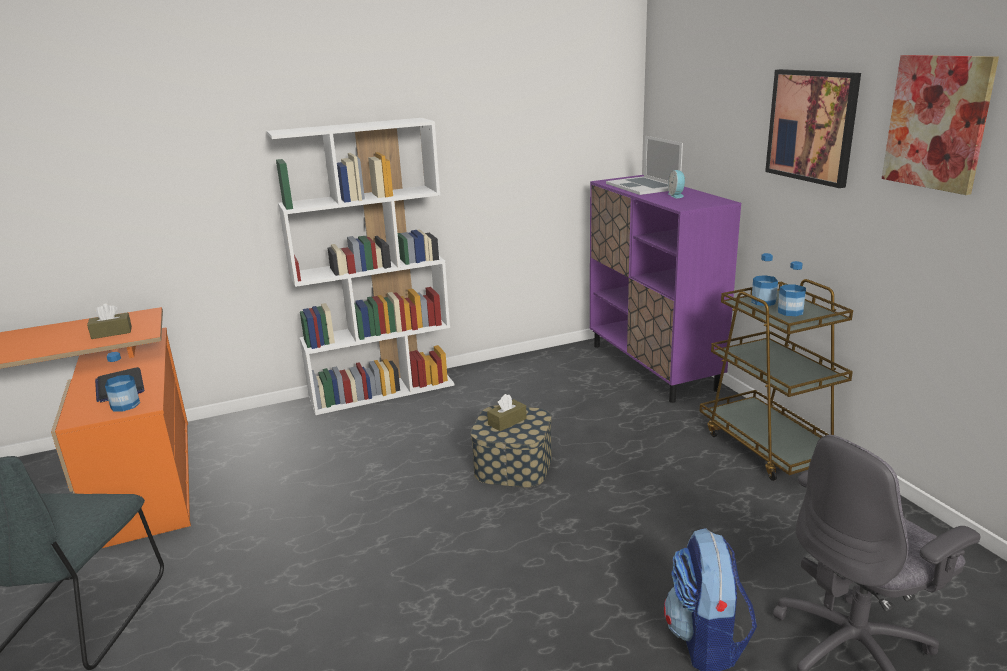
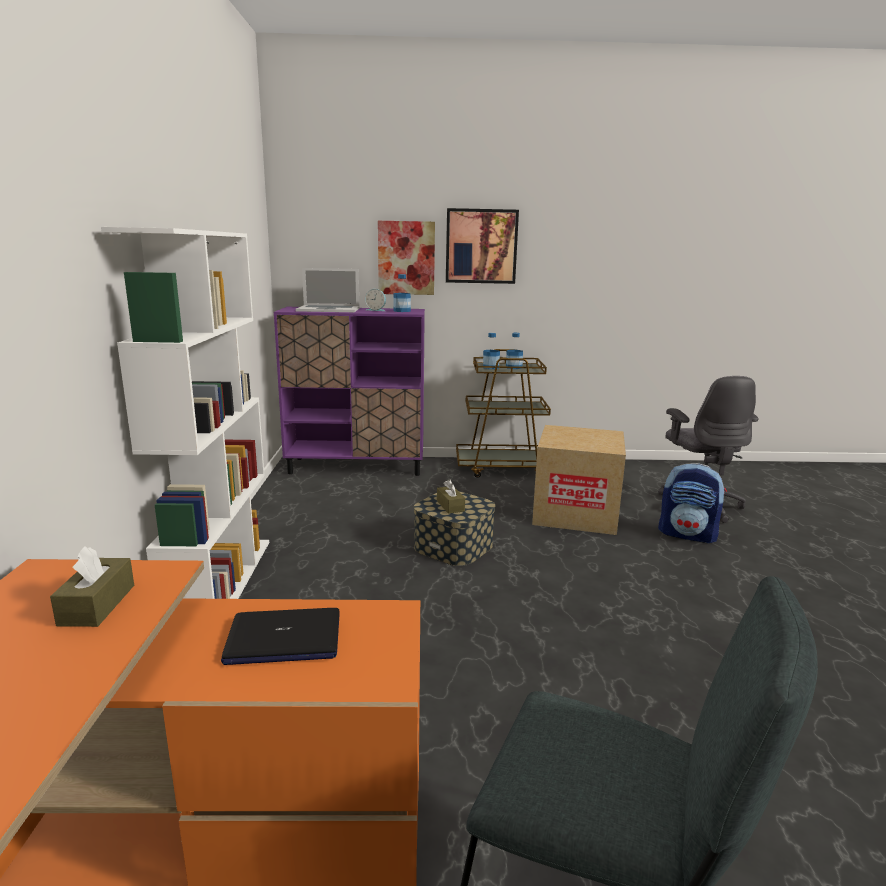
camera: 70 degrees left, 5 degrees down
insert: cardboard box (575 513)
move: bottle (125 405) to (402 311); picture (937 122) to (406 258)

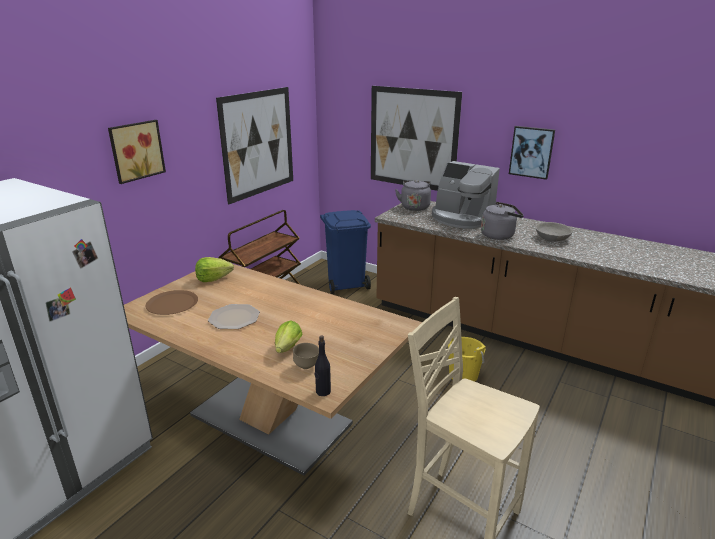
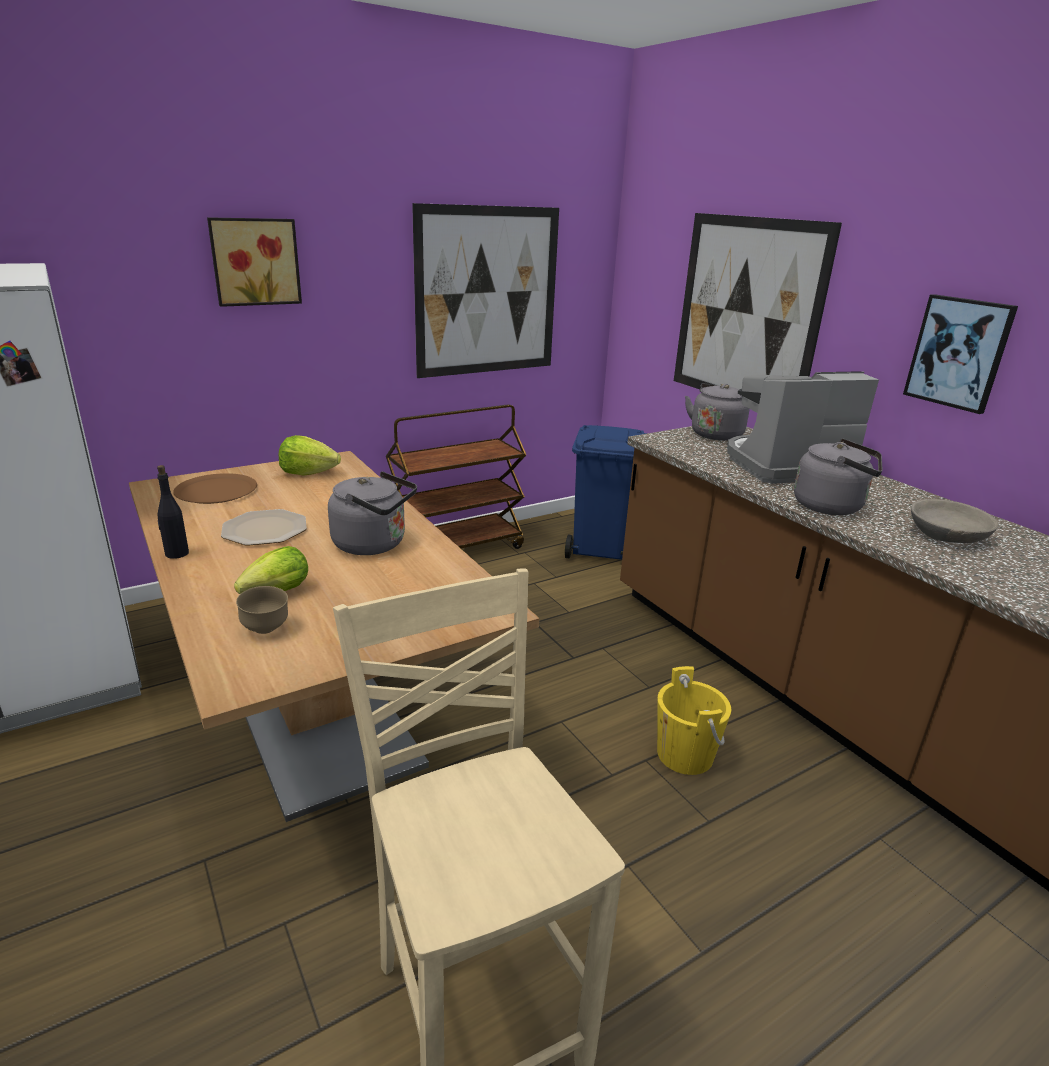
camera: 25 degrees right, 0 degrees up
insert: grey kettle (374 544)
move: black bottle (323 391) to (176 554)
rotate: coffee machine (461 218) = (785 465) 105 degrees clockwise

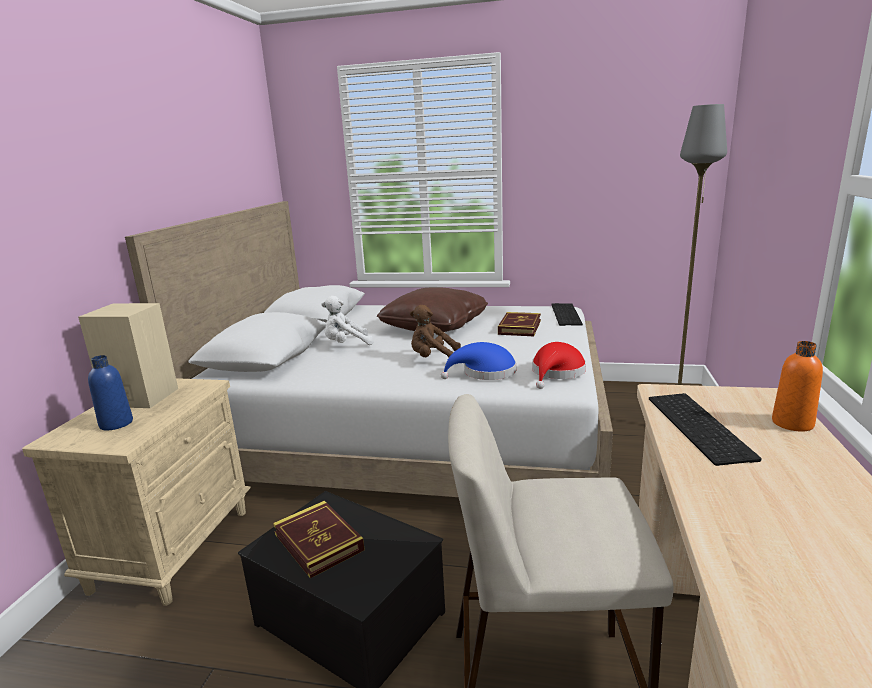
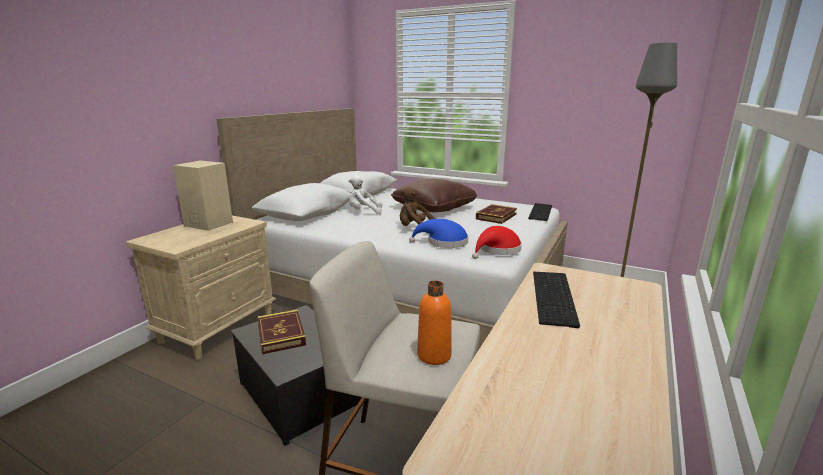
camera: 15 degrees right, 0 degrees up
delete: blue bottle (116 424)
move: orange bottle (792 423) to (434 355)

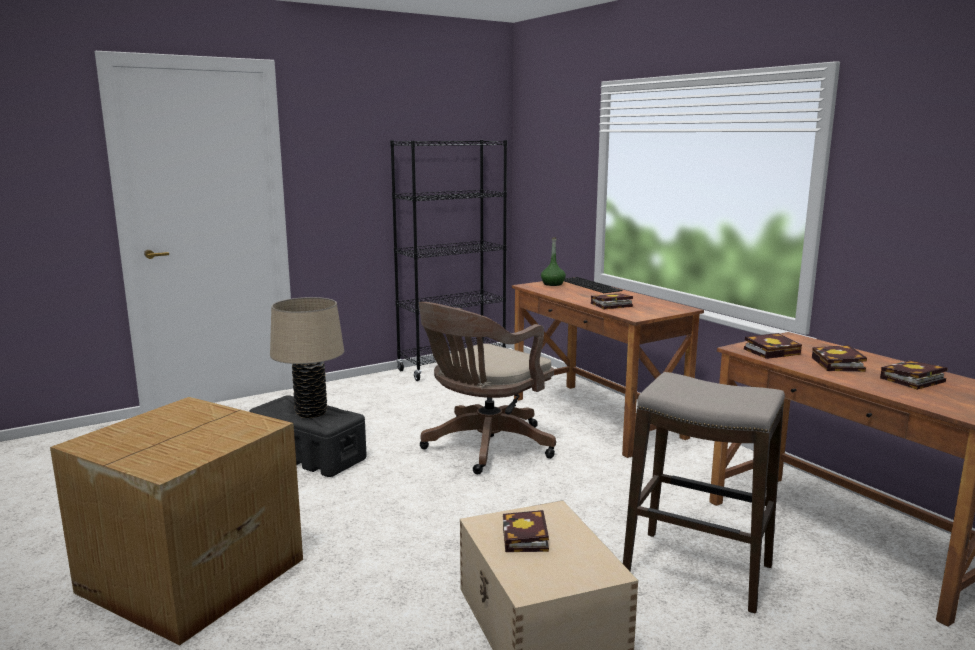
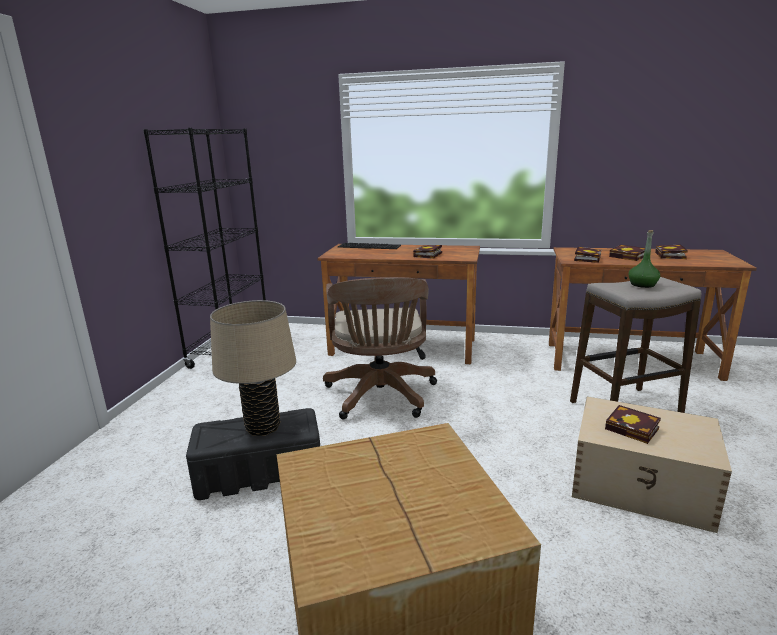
camera: 45 degrees left, 5 degrees up
move: green bottle (552 284) to (642 284)

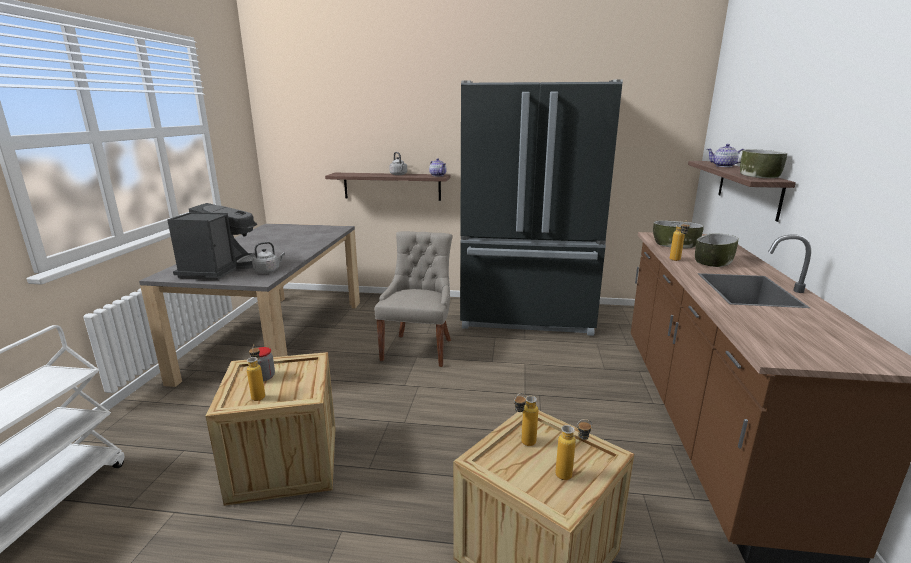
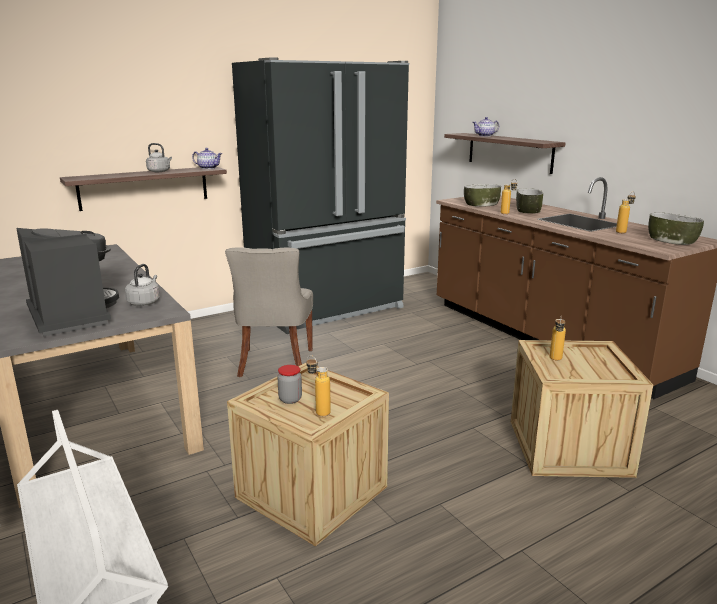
camera: 40 degrees left, 0 degrees up
move: bottle (570 475) to (623 232); bowl (759 176) to (672 240)
rotate: grey chair (418 349) = (274 363) 150 degrees counterclockwise

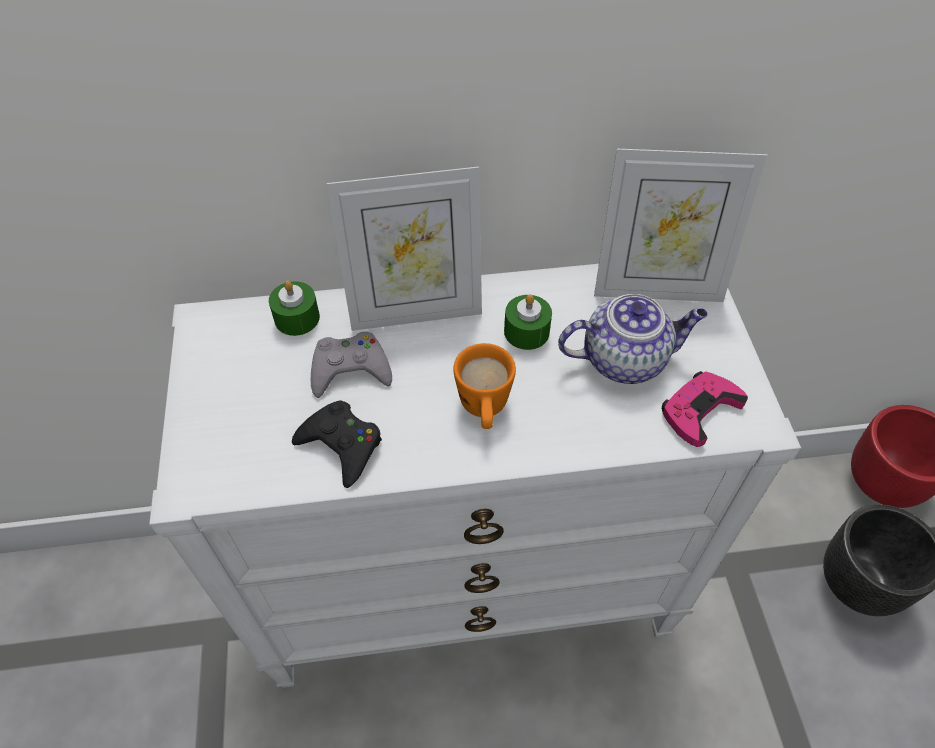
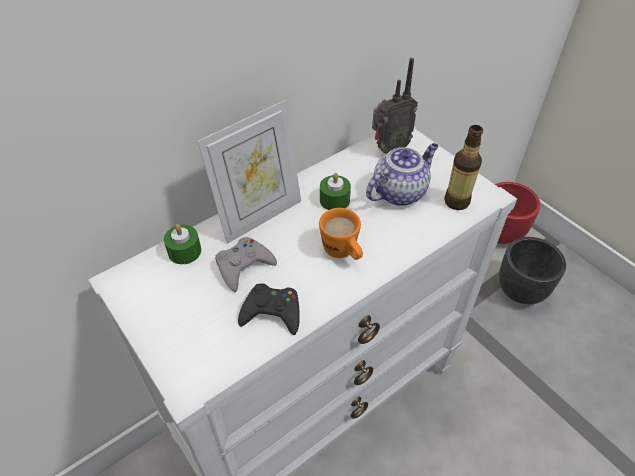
camera: 30 degrees left, 5 degrees down
replace: picture frame (657 289) to radio (388 149); pink game controller (699 410) to bottle (456 201)

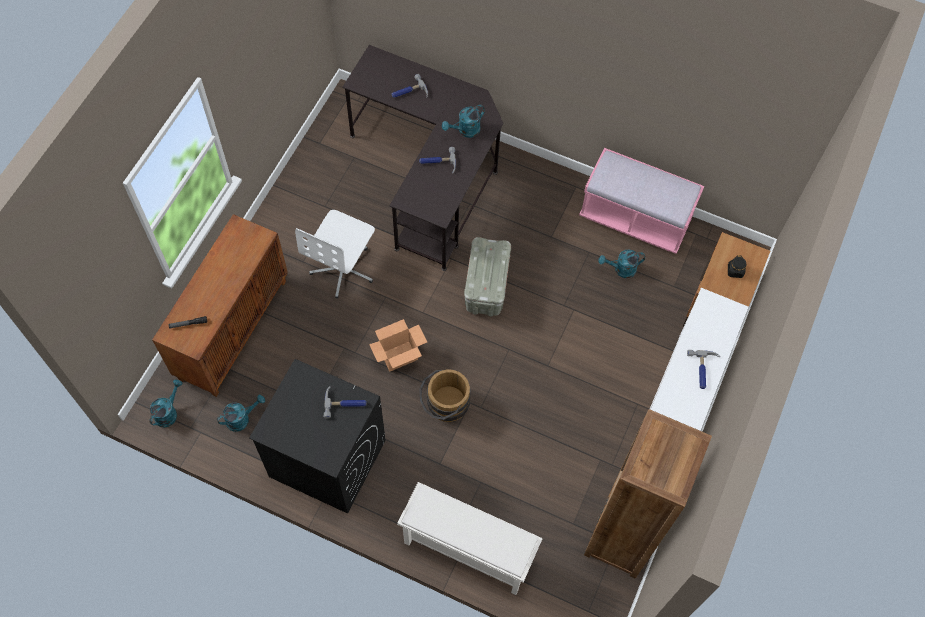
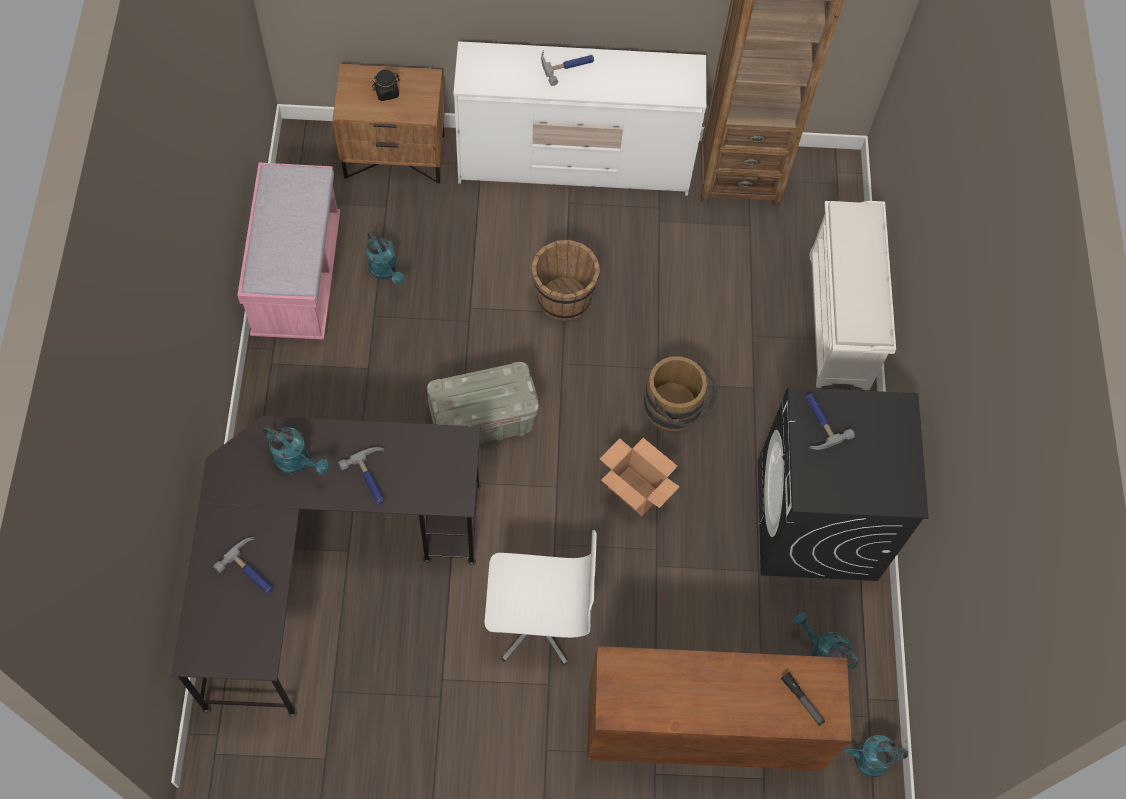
camera: 115 degrees left, 0 degrees up
insert: brown bucket (563 298)

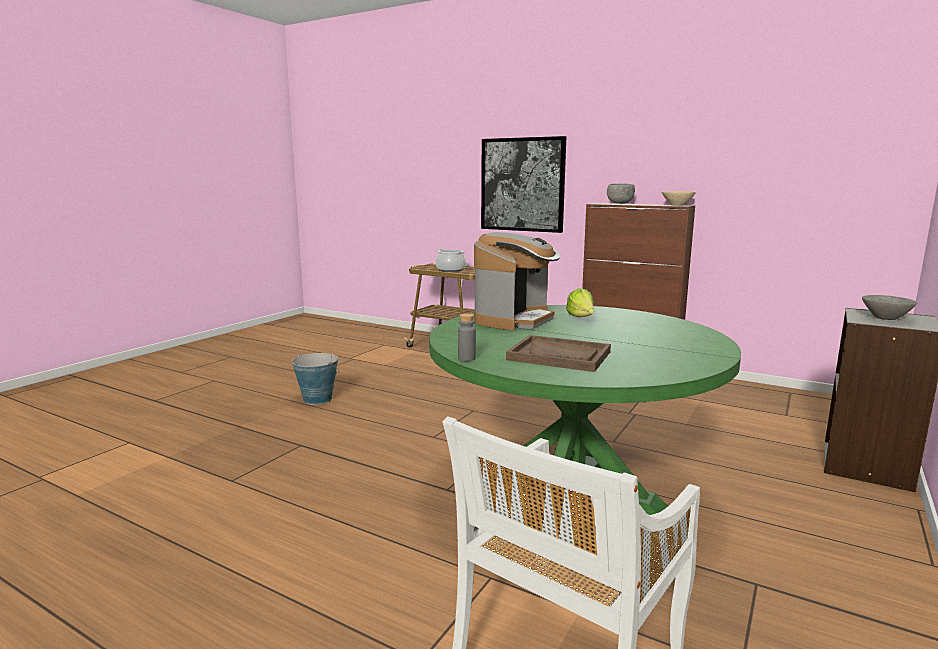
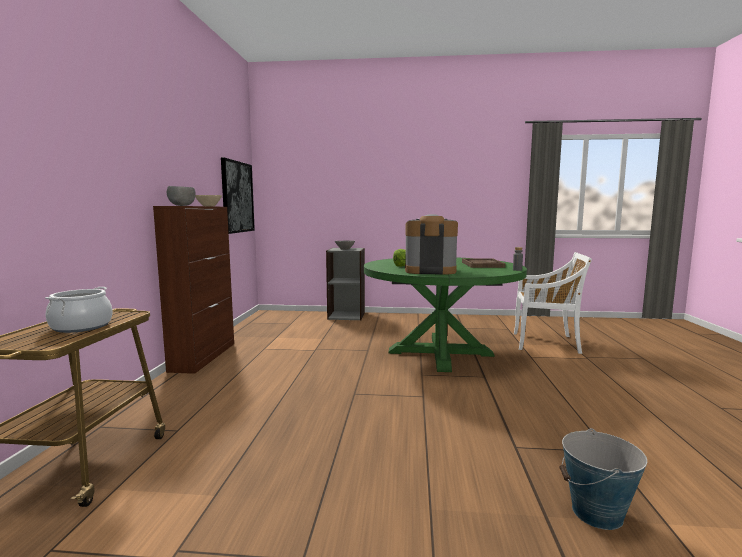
camera: 115 degrees left, 5 degrees down
move: bucket (317 399) to (597 513); picture (522 184) to (237 197)

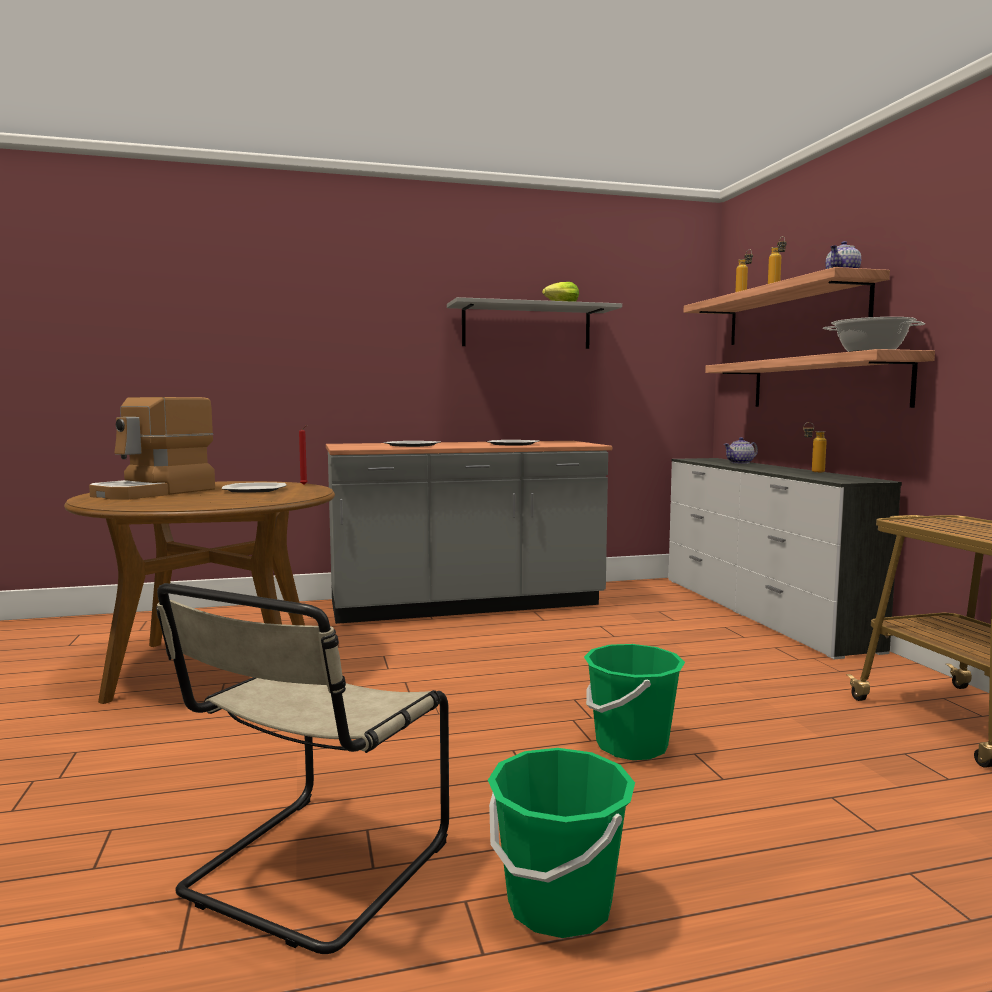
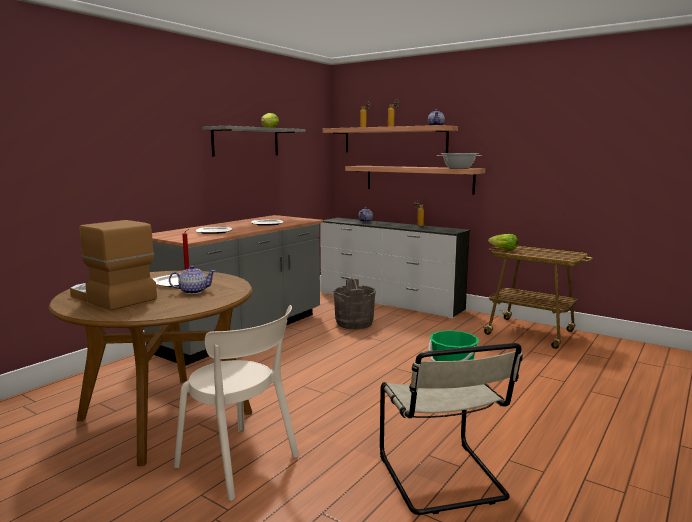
camera: 40 degrees left, 5 degrees up
delete: green bucket (559 905)
insert: teapot (193 291); beige chair (241 463); grey bucket (354 323); lettuce (503 249)
rotate: coffee machine (154 492) = (111 298) 135 degrees clockwise

